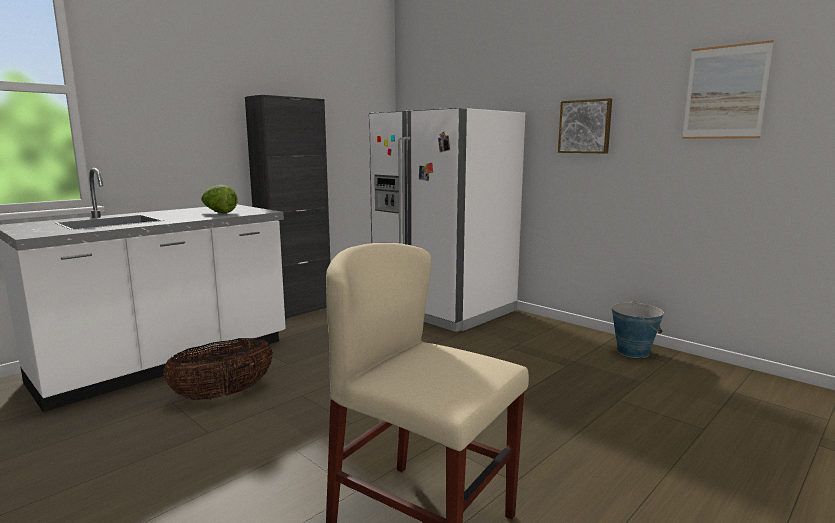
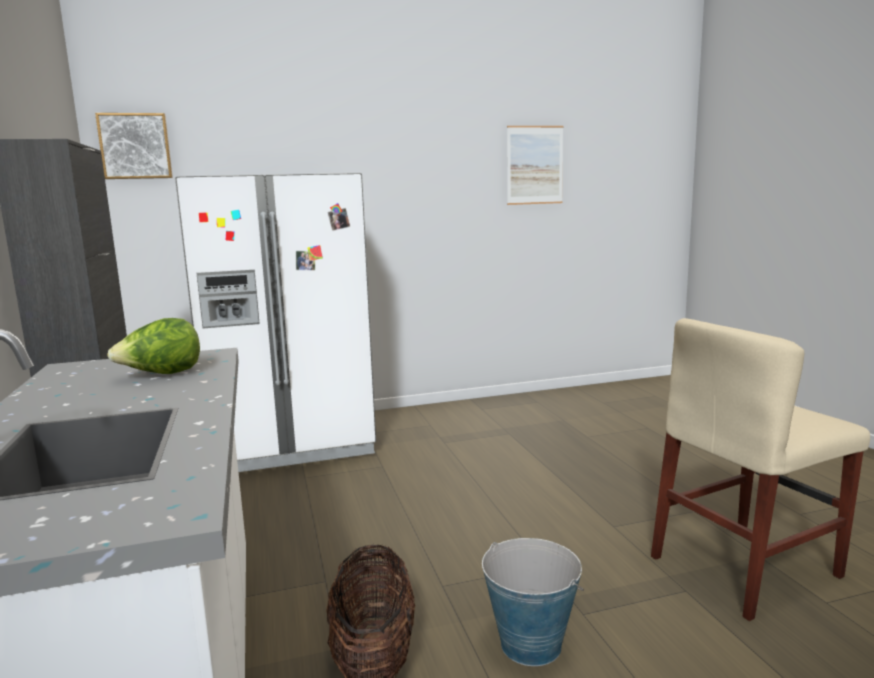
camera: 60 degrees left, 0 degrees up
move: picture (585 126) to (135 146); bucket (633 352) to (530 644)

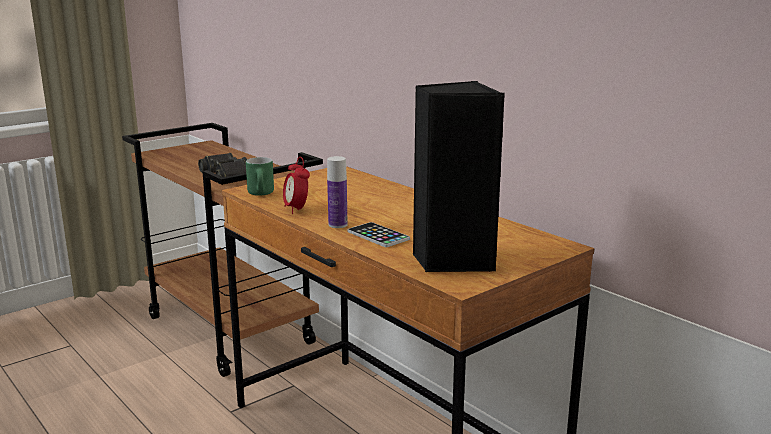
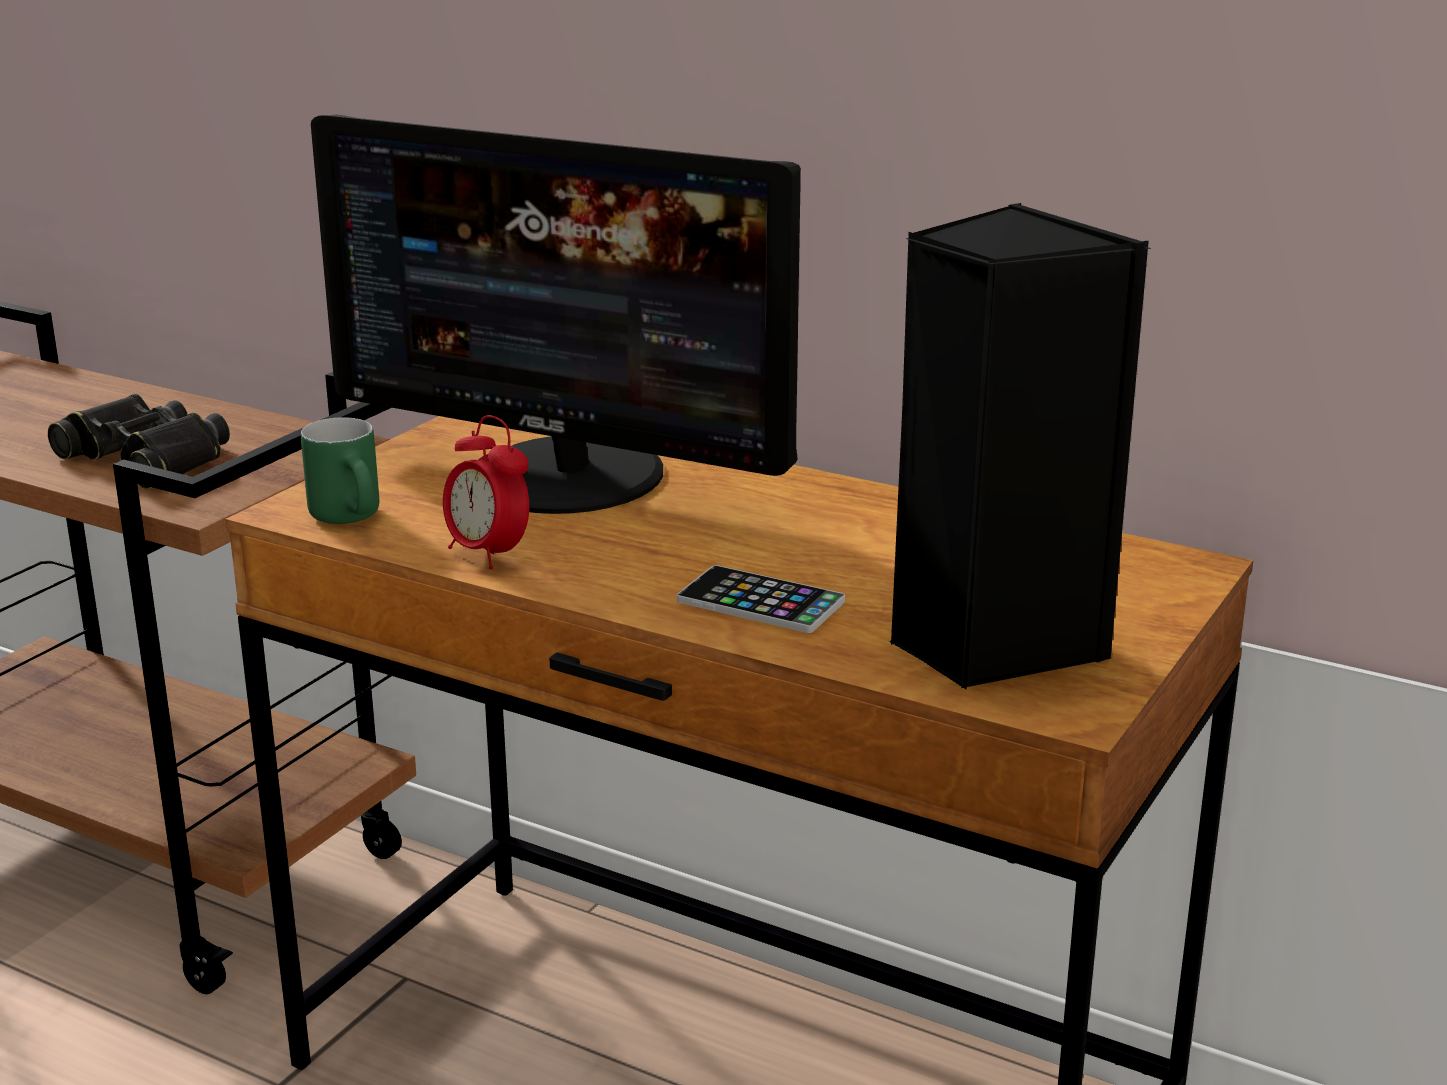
camera: 20 degrees left, 5 degrees up
delete: bottle (338 225)
insert: monitor (567 476)

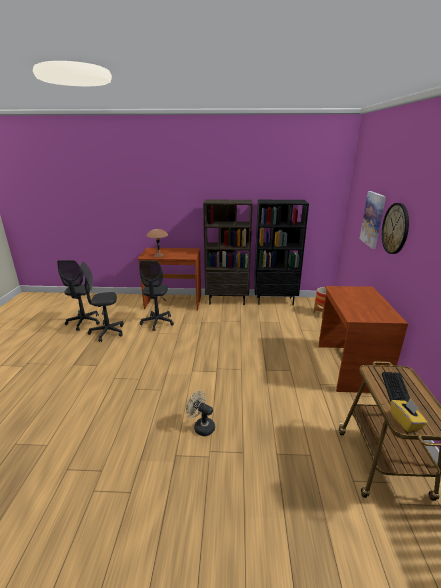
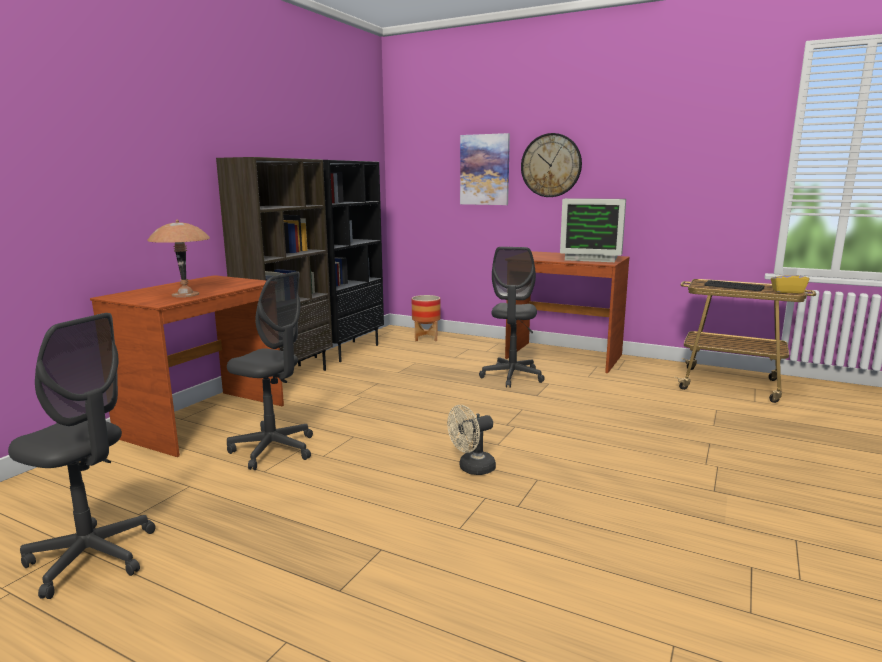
camera: 65 degrees left, 10 degrees down
insert: monitor (591 258)
move: grey office chair (107 332) to (512 377); beige fan (201 426) to (472 469)

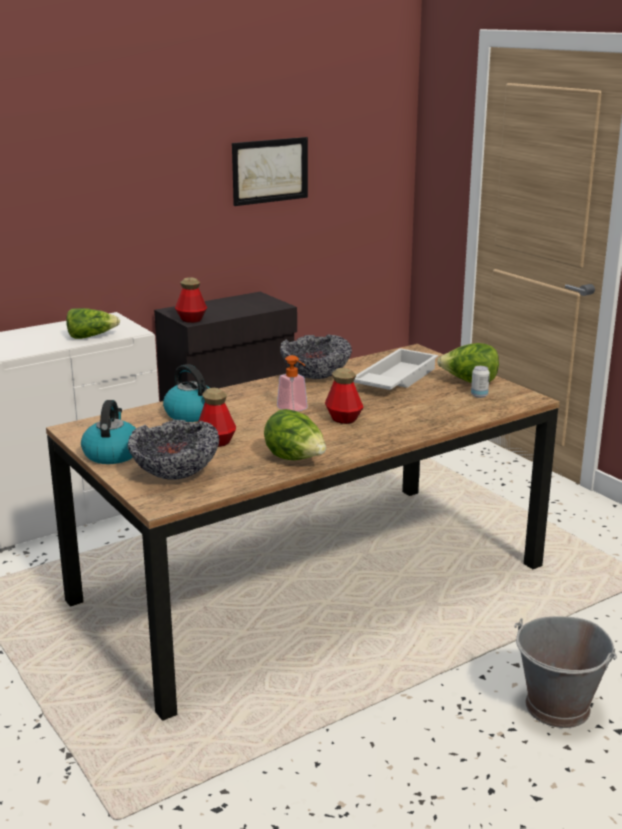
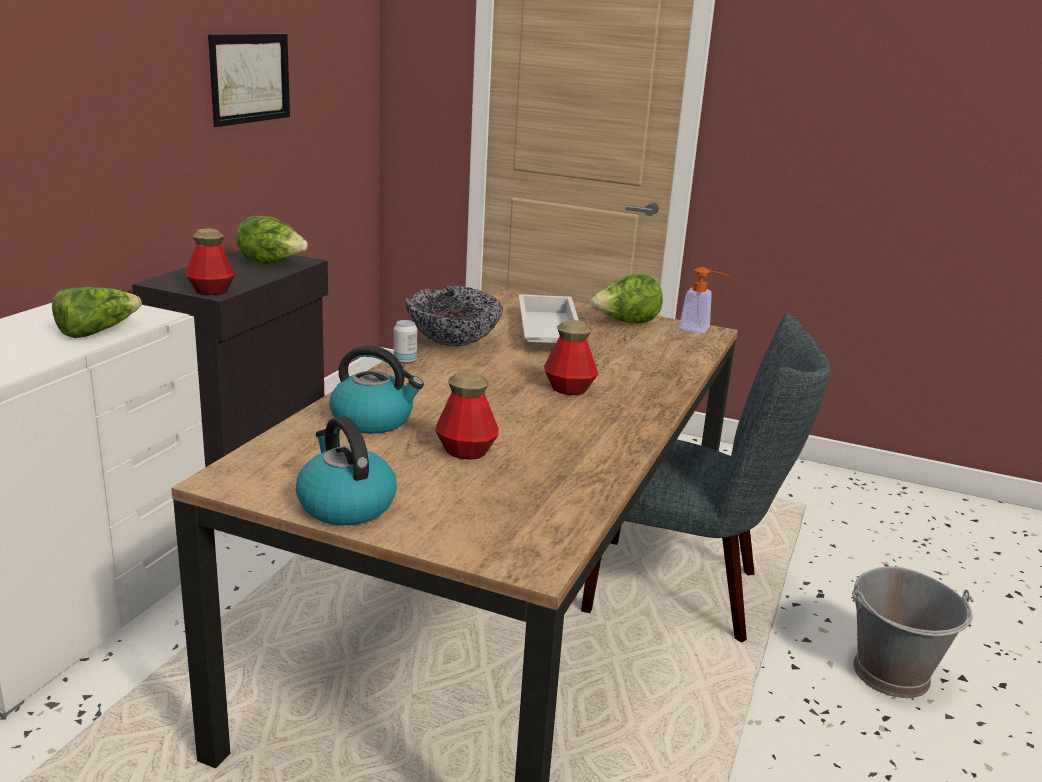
camera: 35 degrees left, 0 degrees up
delete: bowl (175 474)
insert: grey chair (684 592)
move: lettuce (295 459) to (271 264); soap dispenser (295 410) to (700 330); can (479 395) to (405 361)

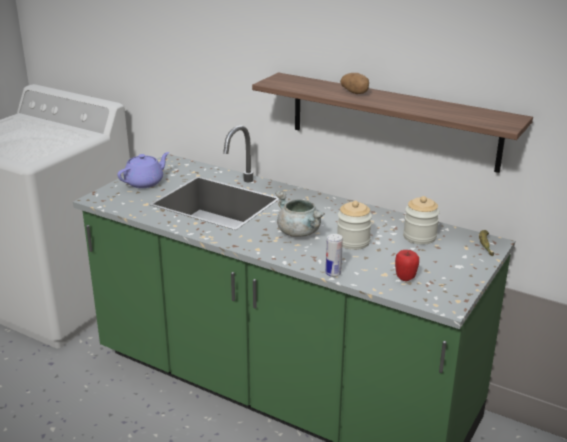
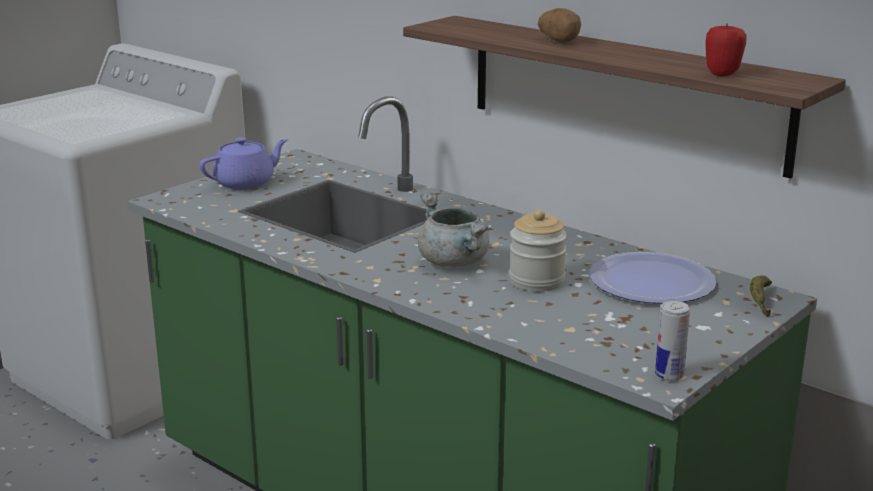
camera: 10 degrees right, 5 degrees down
move: can (333 273) to (669 375); apple (405 278) to (722 74)
replace: jar (419 237) to plate (651 281)

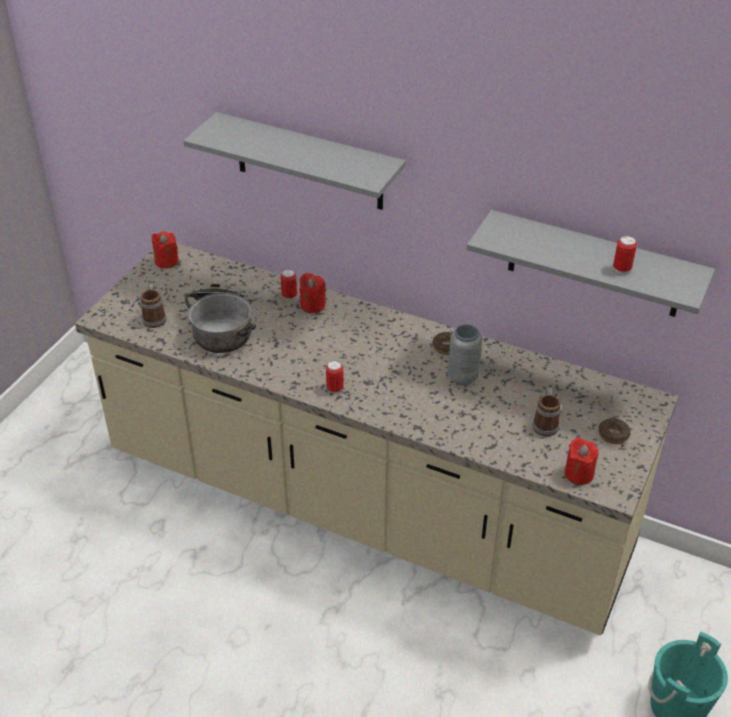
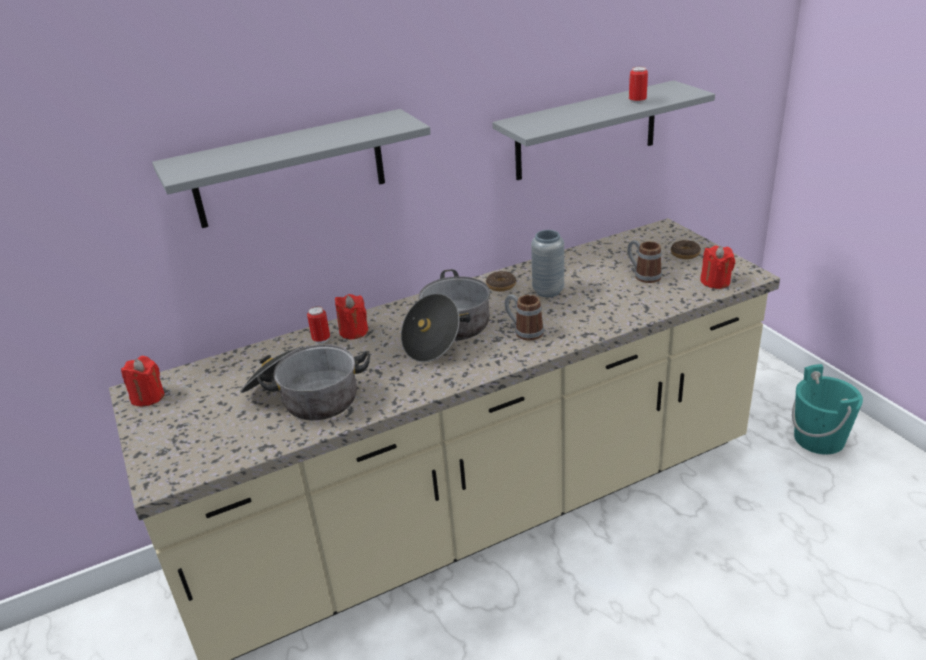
camera: 50 degrees left, 10 degrees down
delete: can (335 388)
insert: cooking pot (448 334)
move: mug (154 317) to (524 331)

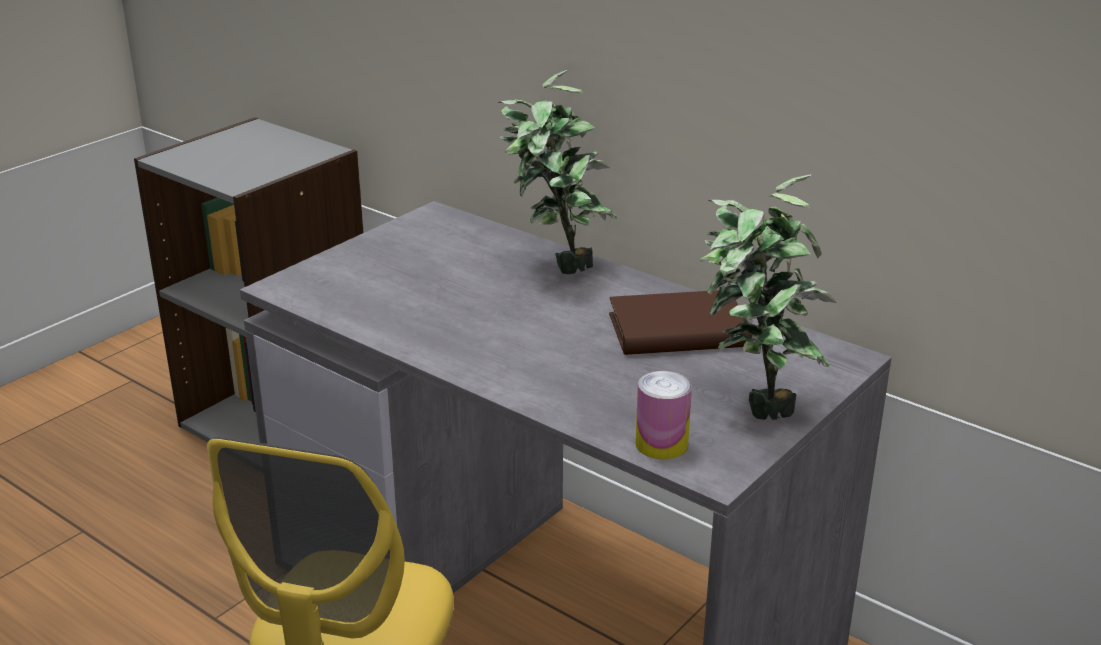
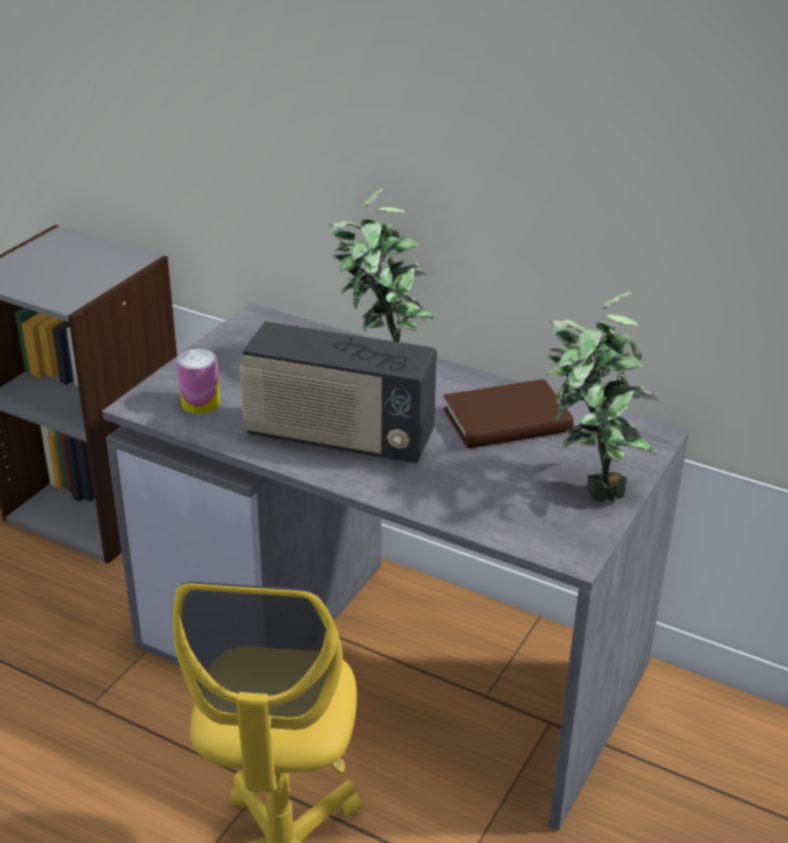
camera: 10 degrees left, 5 degrees up
insert: radio (338 438)
move: can (661 444) to (200 403)

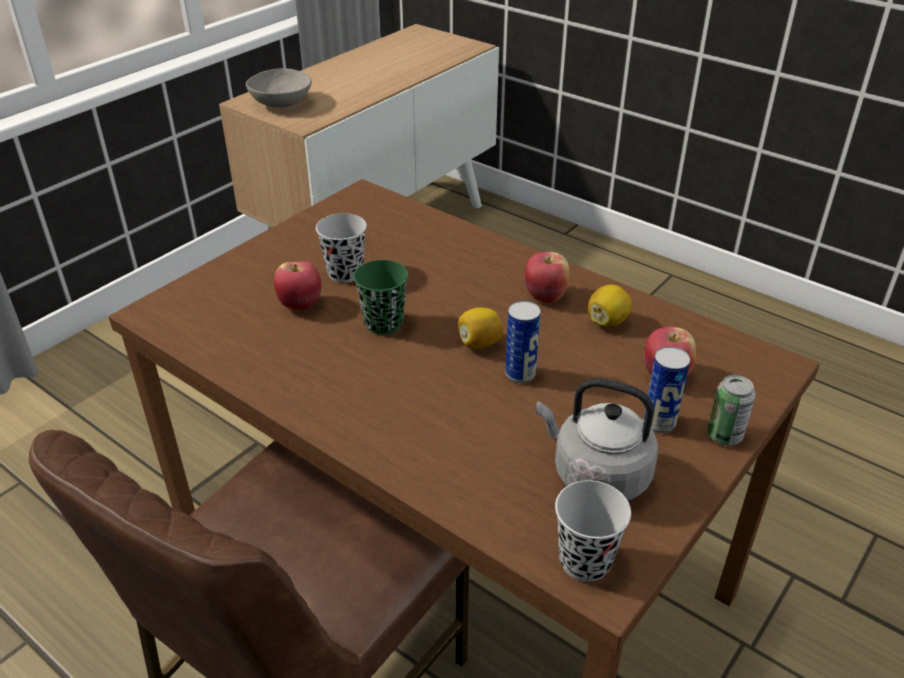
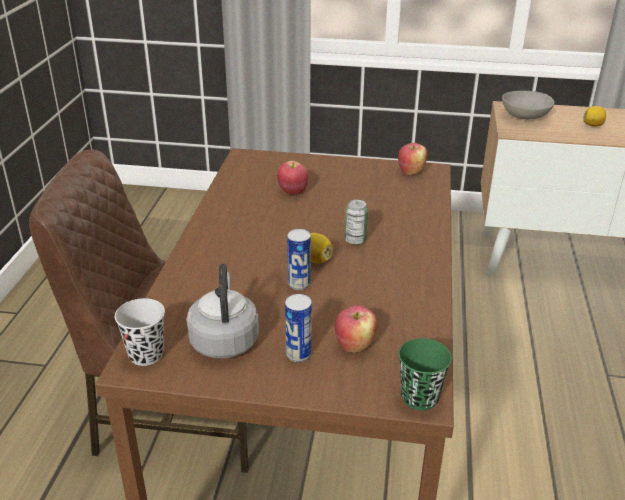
camera: 60 degrees right, 5 degrees down
delete: black cup (345 273)
move: green cup (383 323) to (419 398); apple (545 296) to (411 172); lemon (607 321) to (593 125); can (724 435) to (355 240)

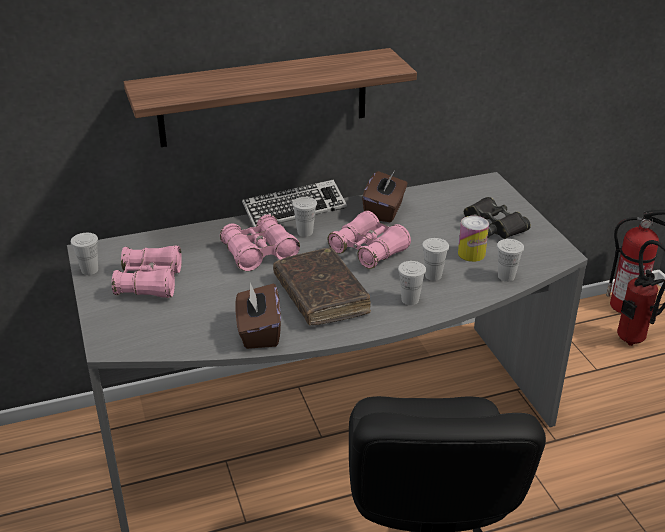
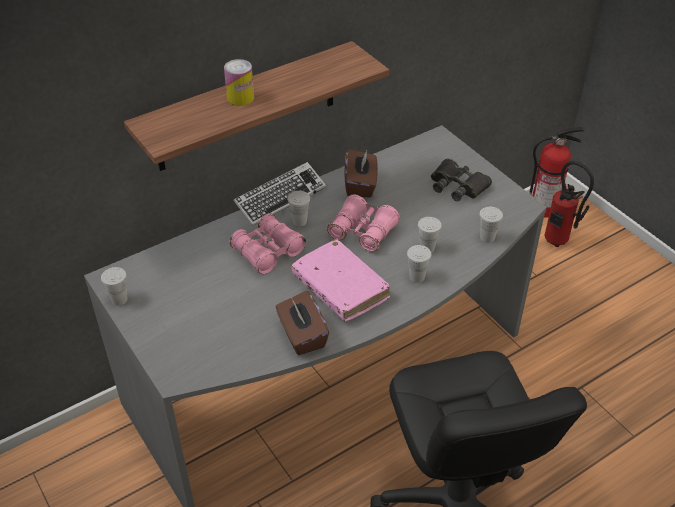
camera: 15 degrees left, 10 degrees up
delete: pink binoculars (150 282)
move: can (471 254) to (240 98)
recolor: brown book (321 296) to pink book (340 287)

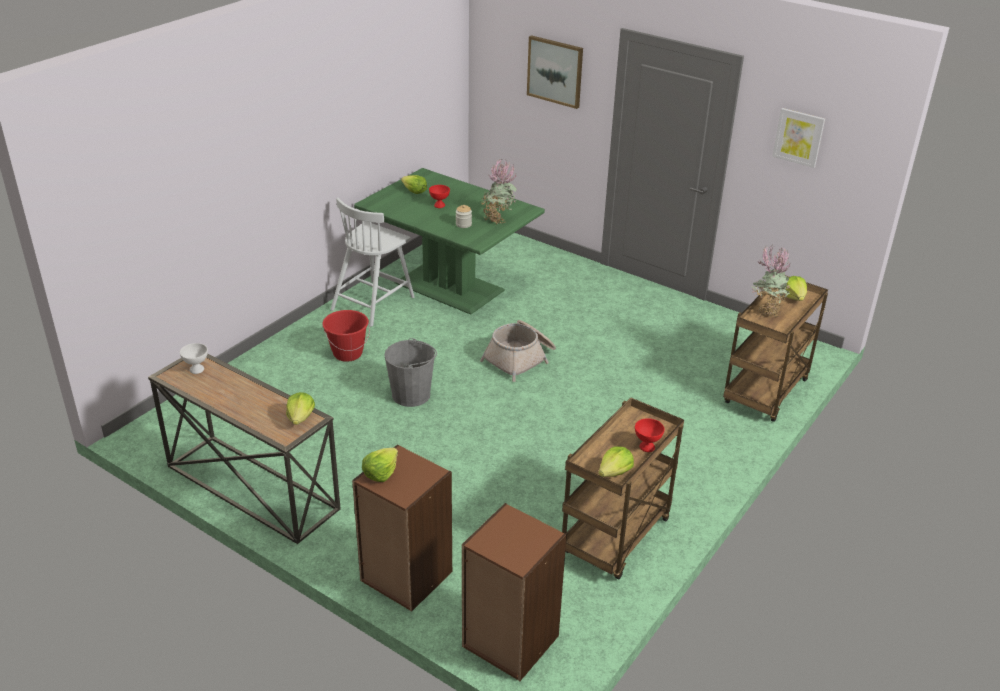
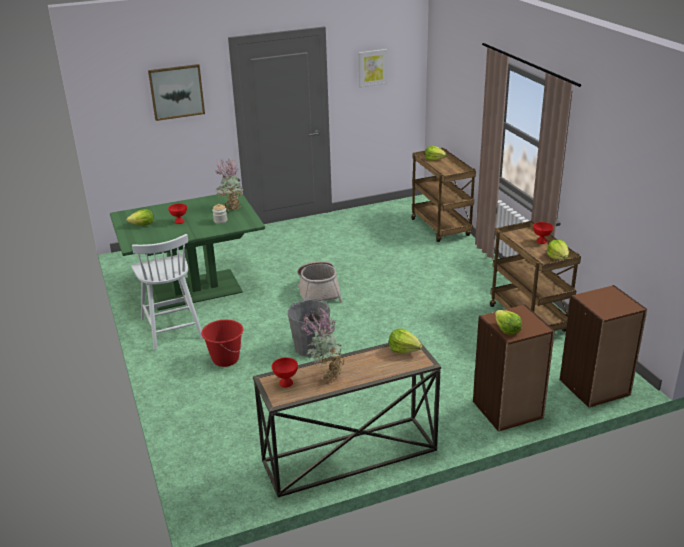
camera: 55 degrees left, 5 degrees down
move: potted plant (766 311) to (325 375)
recolor: white bowl (197 370) to red bowl (286 383)

